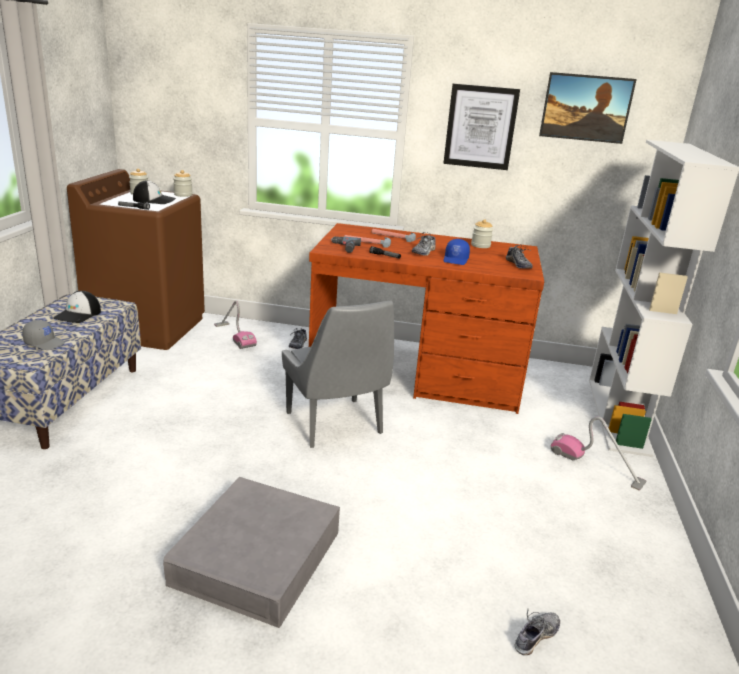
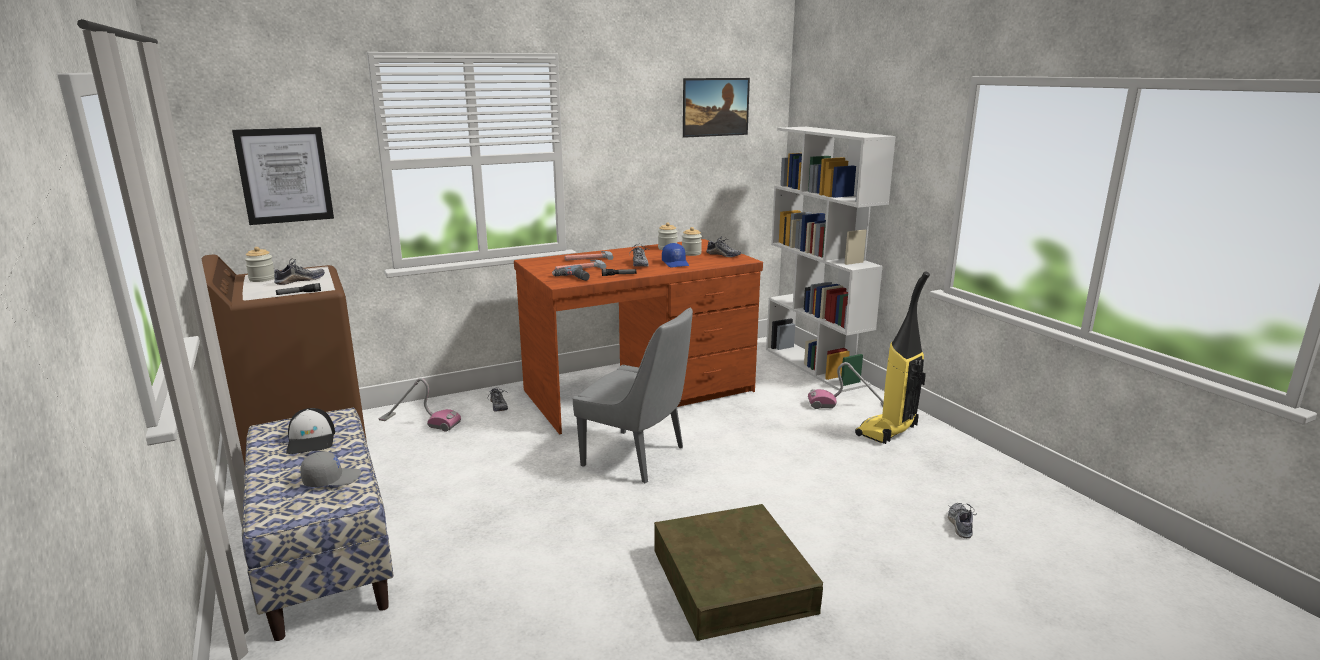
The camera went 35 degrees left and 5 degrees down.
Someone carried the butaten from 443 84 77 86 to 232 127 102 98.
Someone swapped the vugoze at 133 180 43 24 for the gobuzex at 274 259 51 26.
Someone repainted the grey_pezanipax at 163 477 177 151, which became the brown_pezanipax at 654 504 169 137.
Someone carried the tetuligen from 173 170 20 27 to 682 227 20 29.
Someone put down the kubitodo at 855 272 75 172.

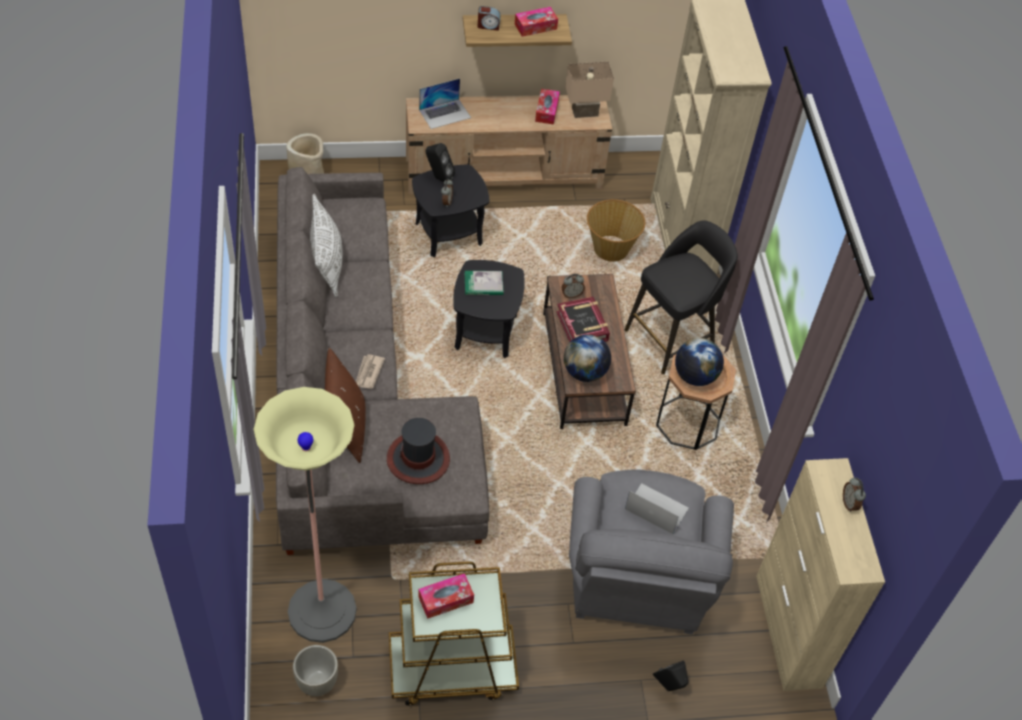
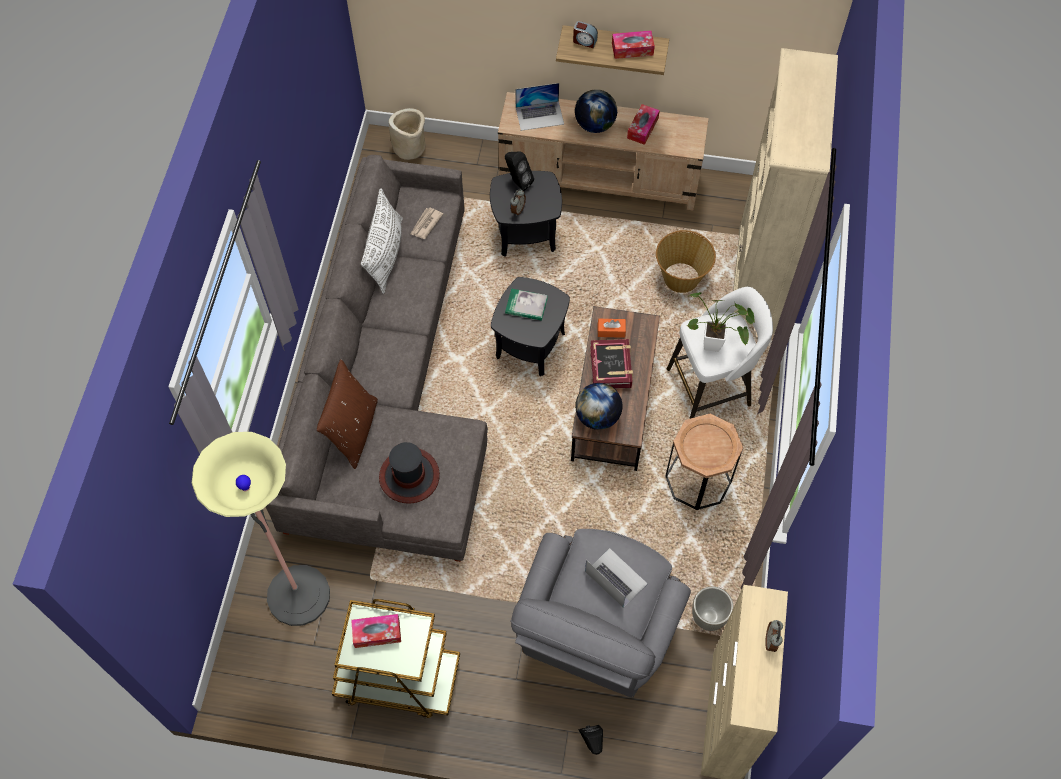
The camera went 20 degrees right and 10 degrees up.
Someone carried the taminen from 356 354 29 35 to 411 207 32 32.
Someone carried the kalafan from 675 338 49 48 to 575 89 42 44.
Someone swapped the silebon at 561 274 24 24 for the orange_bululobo at 598 319 28 19.
Someone repainted the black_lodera at 625 221 113 153, which became the white_lodera at 667 287 106 132.
Someone put down the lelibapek at 687 292 68 60.
Someone carried the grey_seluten from 293 645 45 51 to 692 586 42 45.
Someone took away the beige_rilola at 565 62 49 56.

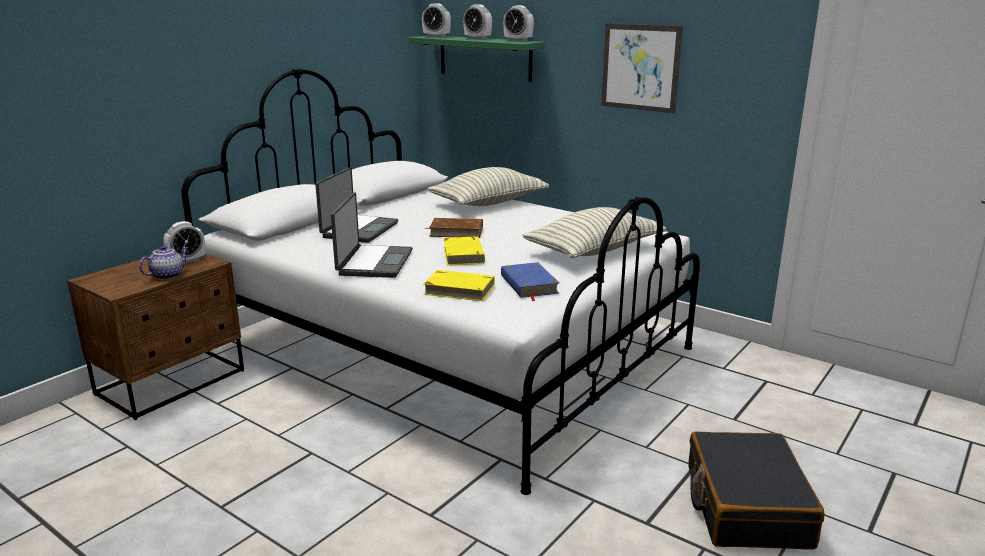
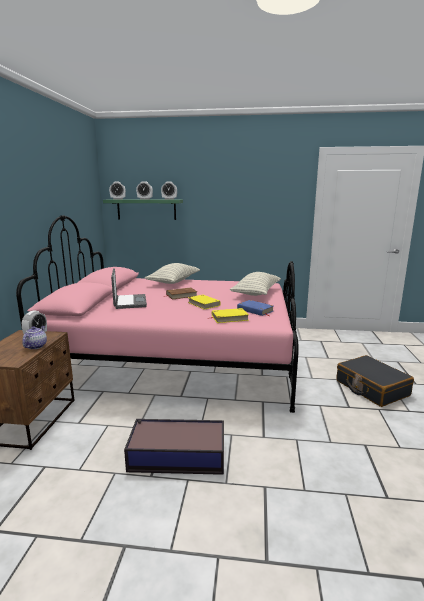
The camera went 30 degrees left and 5 degrees down.
Someone repainted the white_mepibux at 181 68 519 427, which became the pink_mepibux at 16 215 283 198.
Someone put down the pezanipax at 124 419 100 56.
Someone took away the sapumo at 331 192 82 86.
Someone took away the butaten at 601 23 82 91.

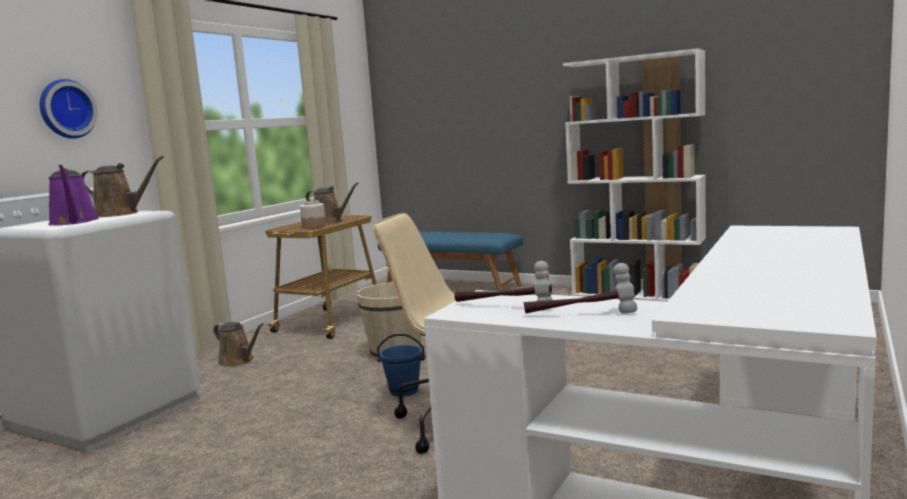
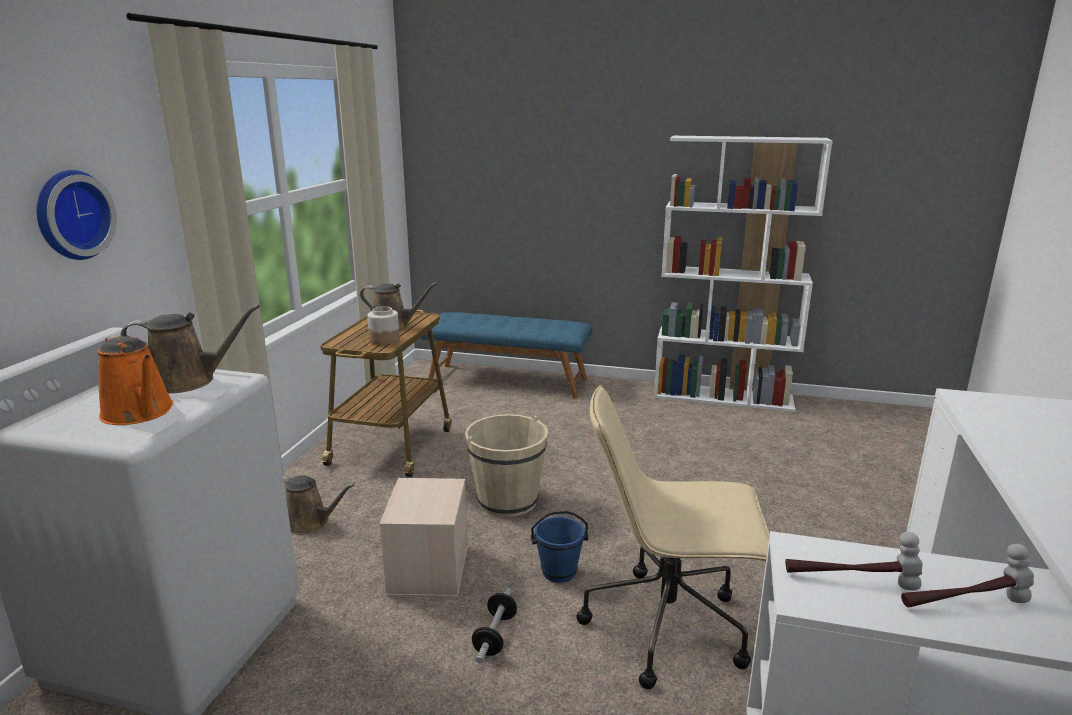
The camera went 15 degrees left and 10 degrees up.
Someone repainted the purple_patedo at 48 165 51 61, which became the orange_patedo at 98 334 76 91.
Someone put down the beige_pezanipax at 379 478 89 120.
Someone put down the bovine at 472 588 45 75.

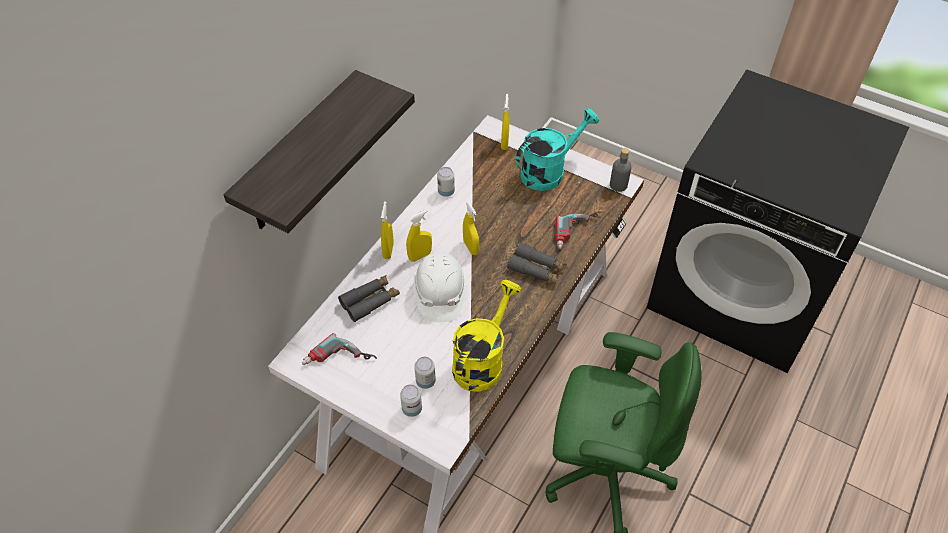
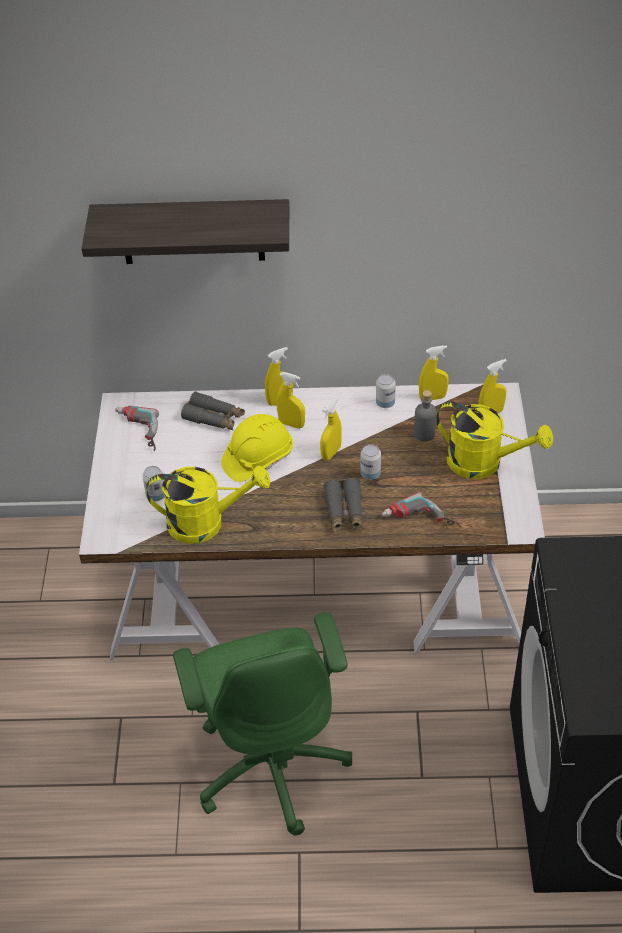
The camera went 60 degrees right and 5 degrees down.
Someone repainted the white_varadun at 413 253 53 69, which became the yellow_varadun at 221 414 72 68.
Someone carried the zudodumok from 400 384 22 33 to 361 444 20 36.
Someone carried the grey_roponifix from 610 148 22 44 to 414 390 23 51.
Someone put down the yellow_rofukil at 419 345 30 55.
Someone repainted the turquoise_patedo at 516 108 83 83, which became the yellow_patedo at 436 401 117 78.

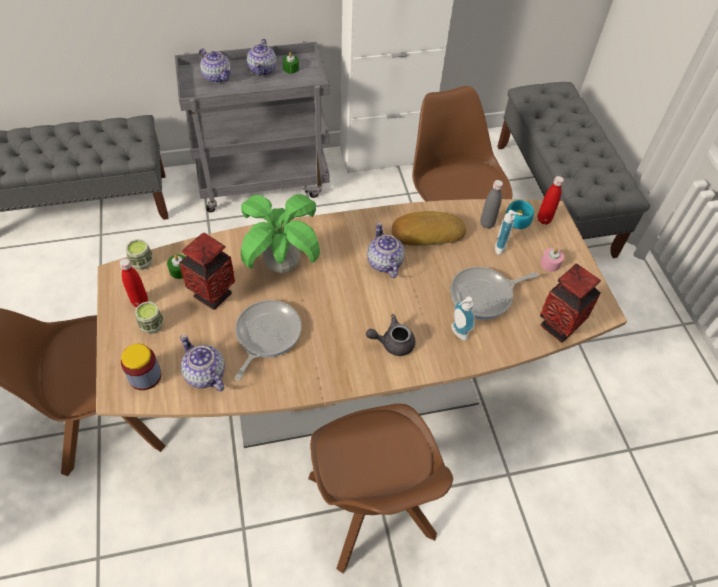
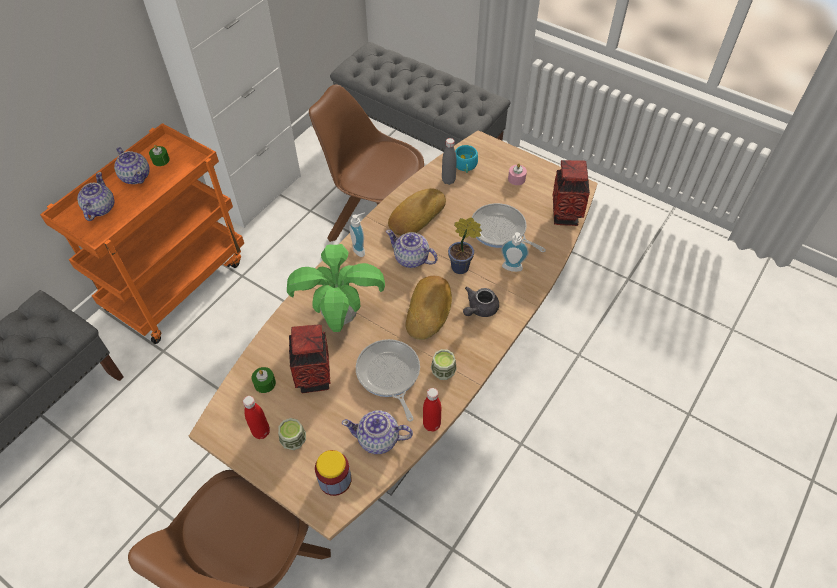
The camera went 40 degrees left and 0 degrees up.
Someone repainted the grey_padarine at 175 41 155 171, which became the orange_padarine at 40 123 204 221.
Someone rotated the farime at 199 48 32 35 by 90 degrees counterclockwise.
Someone carried the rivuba from 495 210 28 45 to 349 213 16 44.
Someone put down the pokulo at 406 276 46 64.
Someone carried the red_roponifix from 537 176 27 48 to 423 388 18 44.
Someone carried the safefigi from 126 239 27 31 to 431 349 26 31.
Someone put down the lelibapek at 448 217 34 57.
Someone rotated the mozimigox at 450 267 89 53 by 105 degrees clockwise.
Someone took away the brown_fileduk at 308 404 145 169.

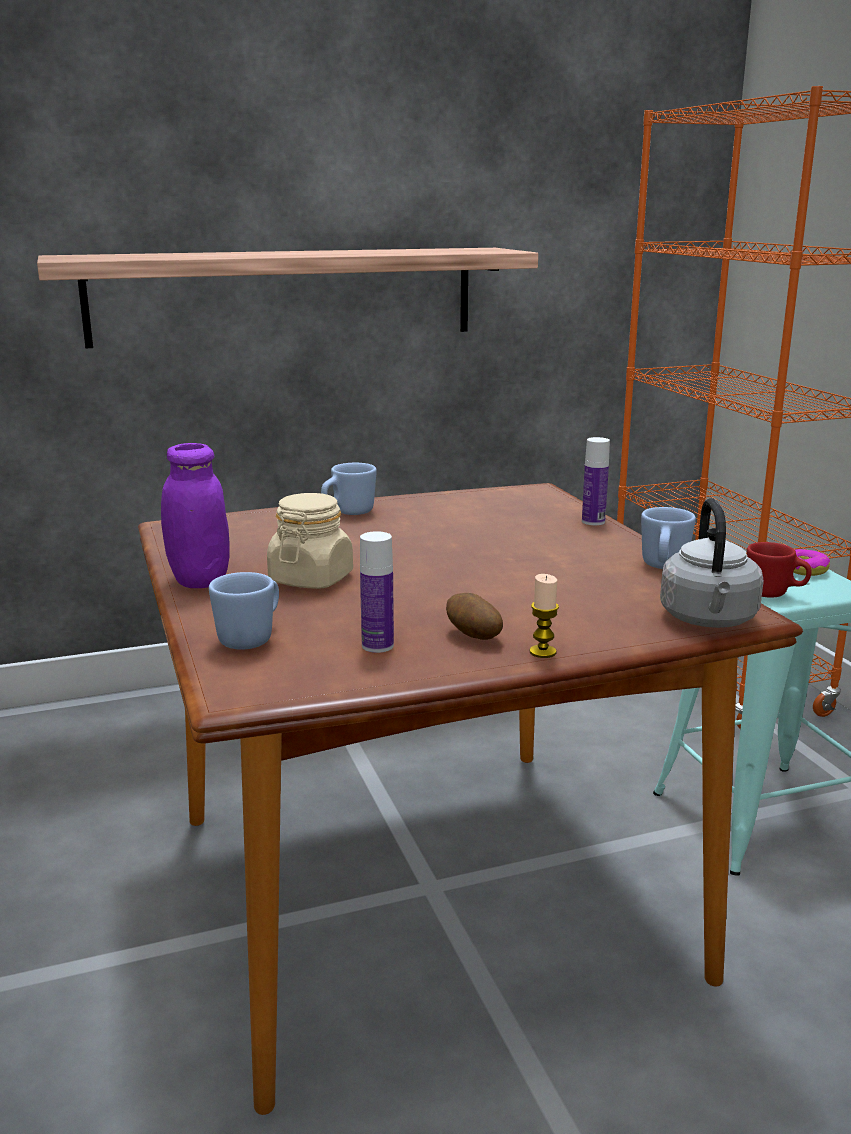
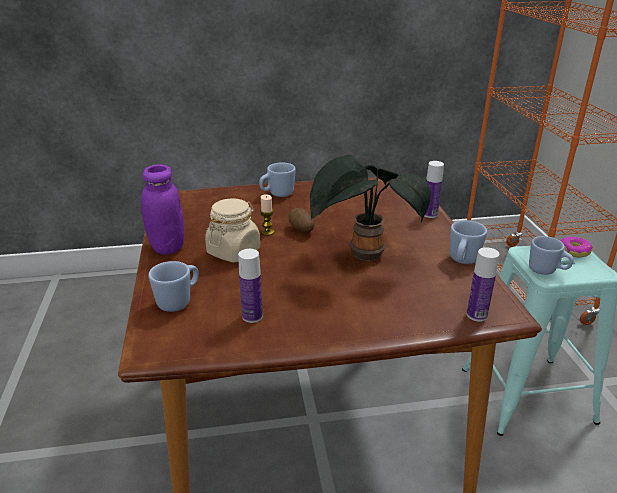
The camera went 10 degrees right and 10 degrees up.
Someone carried the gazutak from 530 574 29 84 to 260 194 14 42.
Someone carried the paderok from 446 593 57 47 to 289 208 25 25.
Someone put down the lelibapek at 310 154 121 107.
Someone swapped the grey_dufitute at 660 498 104 130 for the roponifix at 467 247 33 75.
Someone repainted the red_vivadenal at 747 542 65 56, which became the blue_vivadenal at 529 236 45 39.
Someone took away the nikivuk at 37 248 501 100.

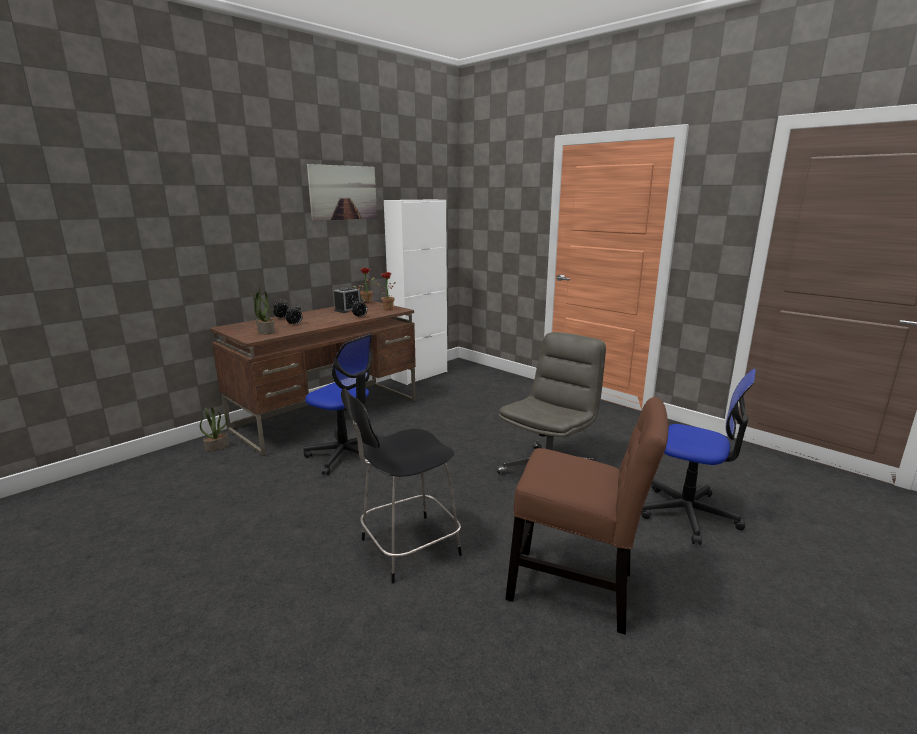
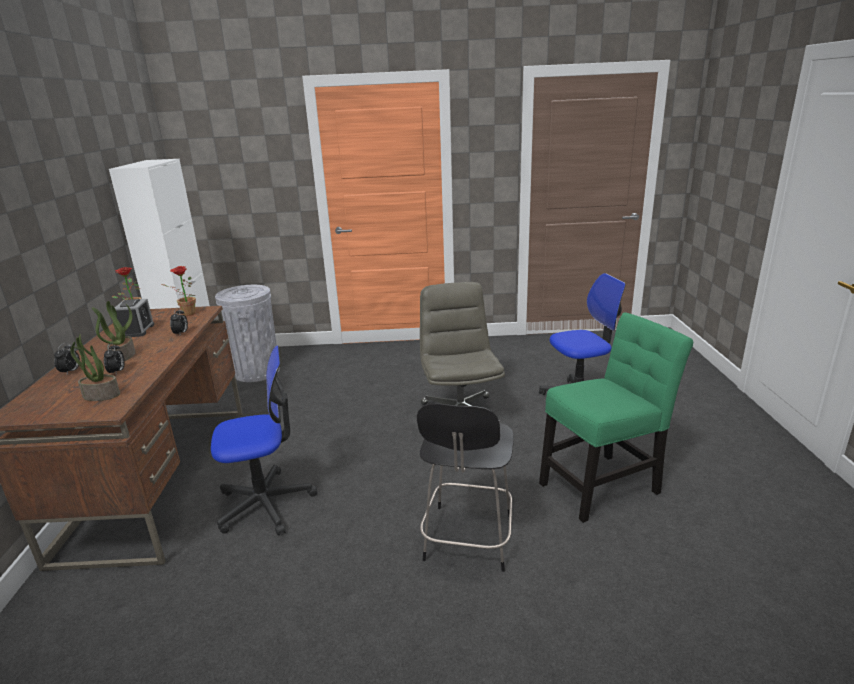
The camera went 45 degrees left and 5 degrees up.
Someone carried the lelibapek from 200 407 29 45 to 92 301 44 60.
Someone put down the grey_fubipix at 215 285 65 97.
Someone repainted the brown_fileduk at 505 397 164 238, which became the green_fileduk at 539 312 154 211.
Someone took away the butaten at 307 164 70 57.

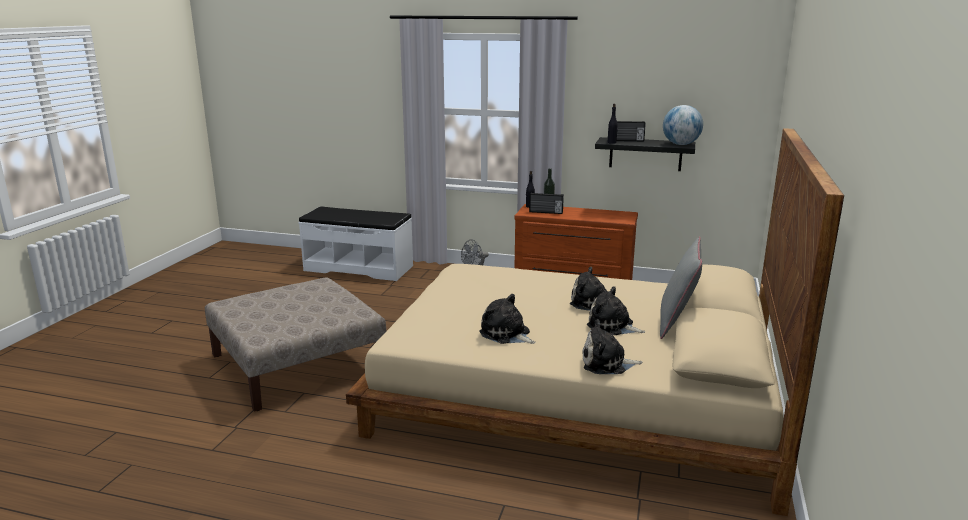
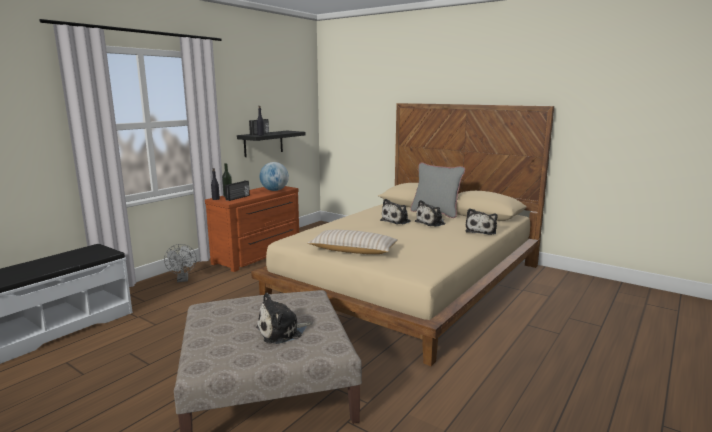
The camera went 70 degrees left and 5 degrees down.
Someone carried the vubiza from 479 294 57 50 to 256 293 56 51.
Someone carried the kalafan from 663 105 40 40 to 259 162 30 29.
Someone put down the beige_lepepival at 308 230 89 24.

